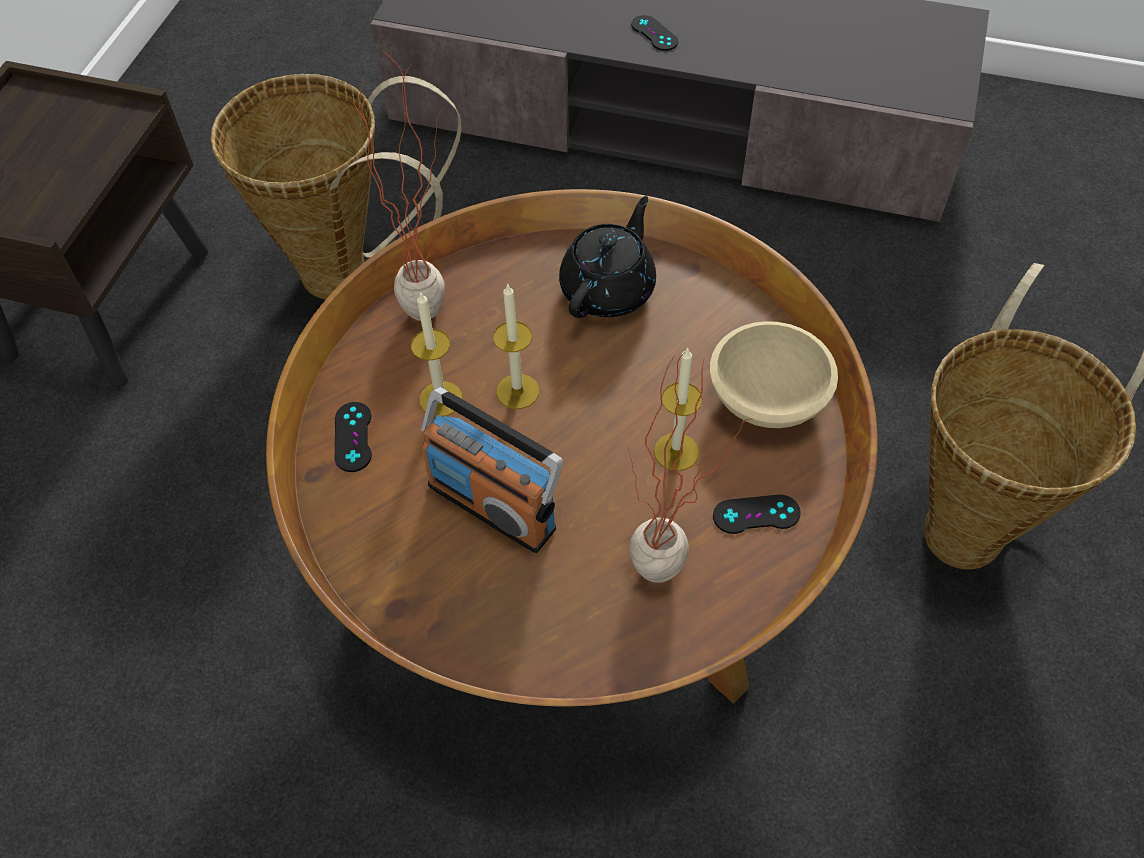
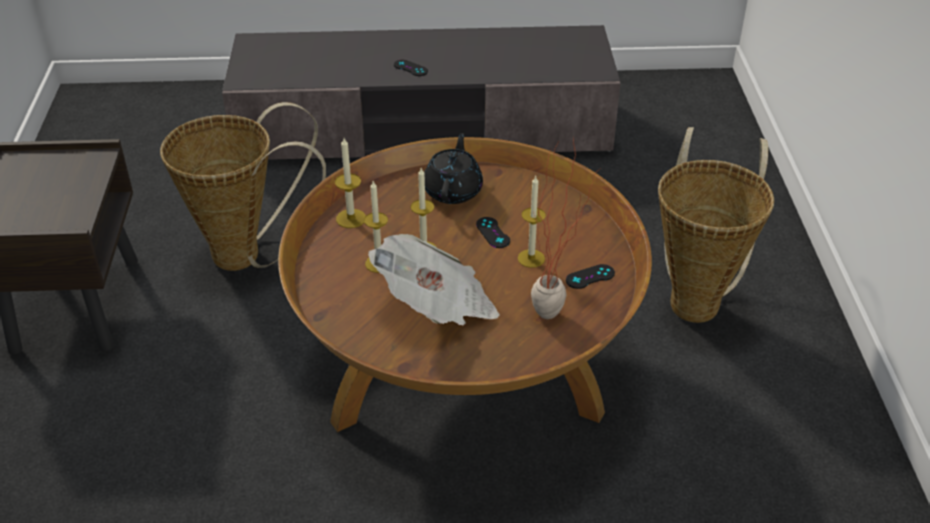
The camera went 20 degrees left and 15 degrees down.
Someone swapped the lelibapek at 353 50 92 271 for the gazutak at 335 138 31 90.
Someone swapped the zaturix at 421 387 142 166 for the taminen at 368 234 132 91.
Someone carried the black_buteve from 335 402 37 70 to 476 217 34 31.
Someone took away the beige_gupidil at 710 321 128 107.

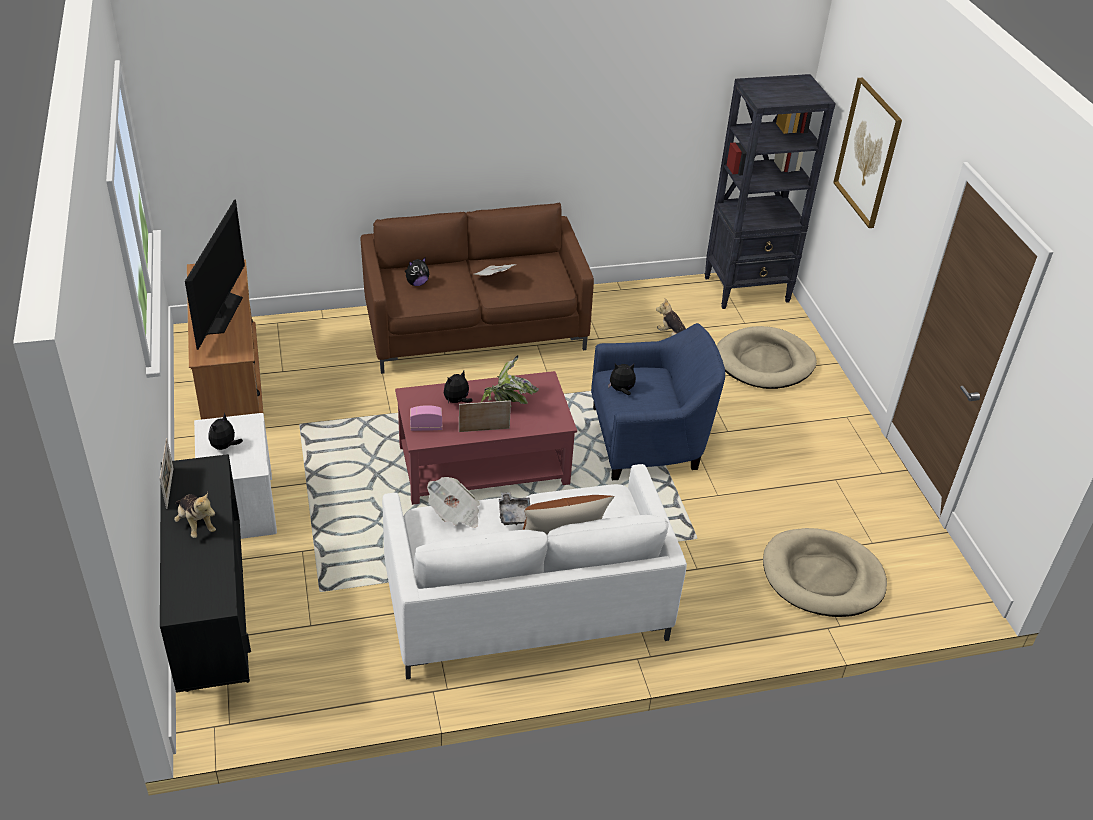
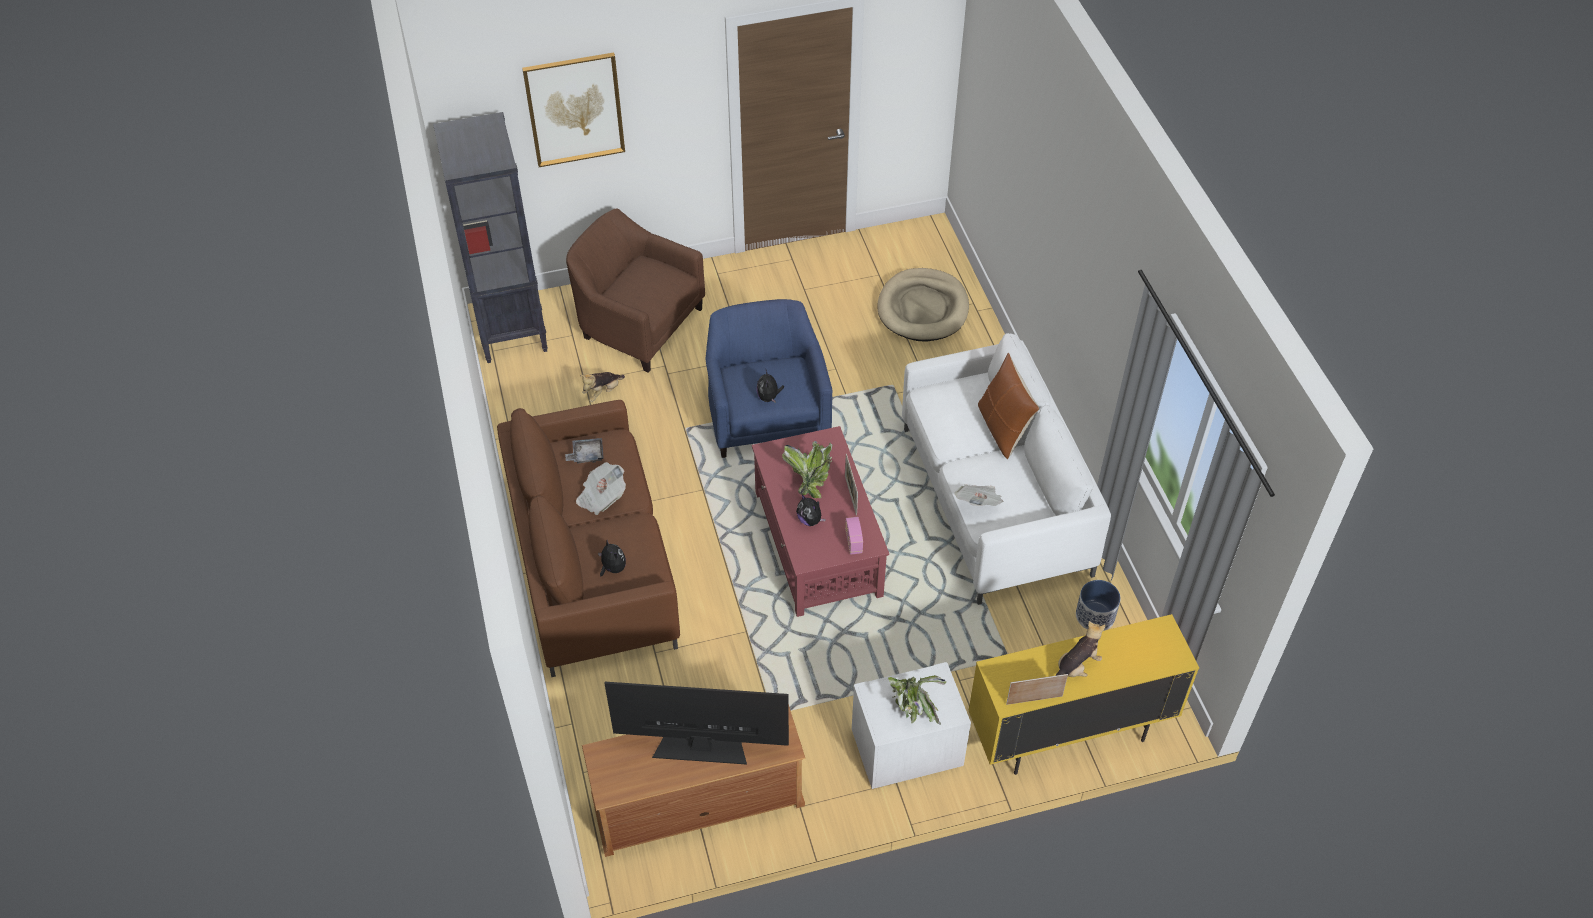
The camera went 90 degrees left and 10 degrees up.
Someone carried the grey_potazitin from 499 492 31 33 to 565 438 39 26.
Someone swapped the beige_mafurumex at 717 326 100 63 for the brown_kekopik at 566 208 139 165.
Someone swapped the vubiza at 209 413 34 37 for the lelibapek at 888 675 58 50.
Someone repainted the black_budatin at 160 454 91 239, which became the yellow_budatin at 968 614 231 161.
Someone put down the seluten at 1076 580 45 51.

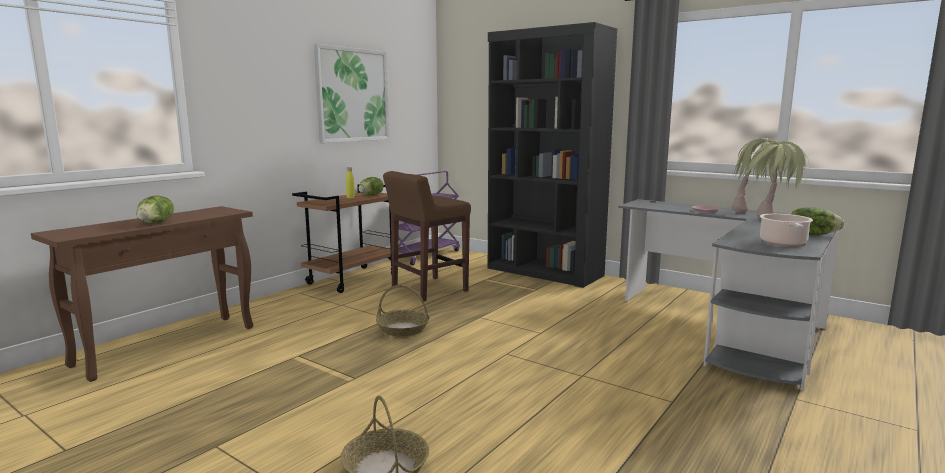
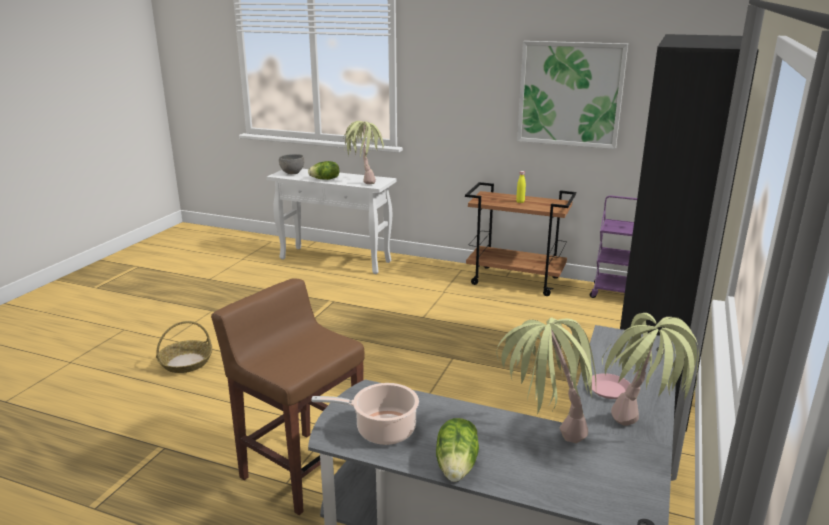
The camera went 75 degrees right and 10 degrees up.
Someone carried the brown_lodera from 383 171 88 131 to 211 278 154 237.
Someone repainted the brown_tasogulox at 31 206 222 176, which became the white_tasogulox at 267 169 130 105.
Someone put down the grey_gupidil at 279 154 25 20.
Someone put down the lelibapek at 343 121 41 63.
Someone took away the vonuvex at 358 177 25 19.
Someone took away the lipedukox at 376 285 54 51.

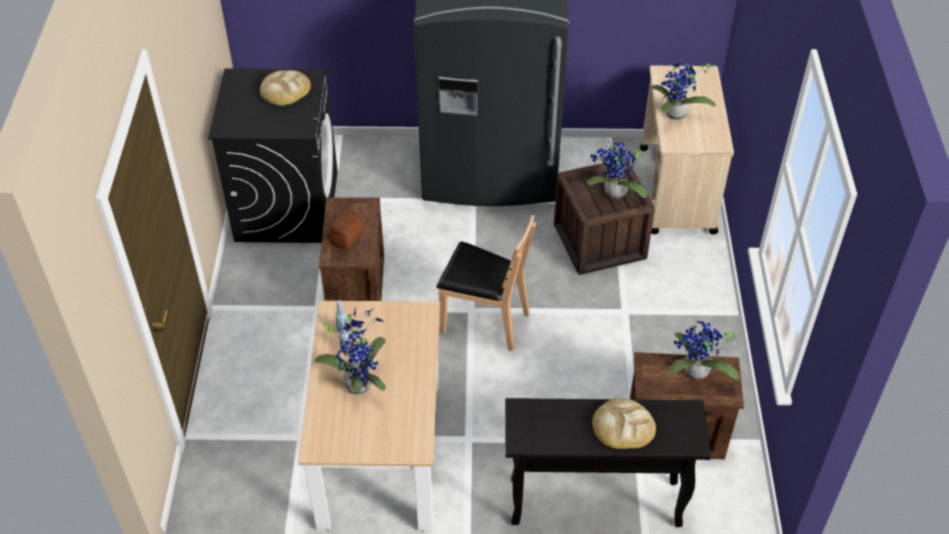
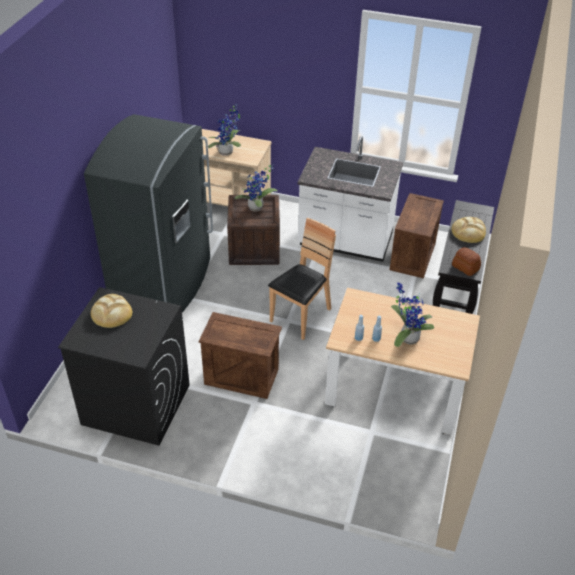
The camera went 75 degrees left and 5 degrees down.
Someone put down the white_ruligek at 298 136 105 126.
Someone carried the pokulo from 328 210 37 40 to 452 247 29 29.
Someone took away the lelibapek at 669 321 70 59.

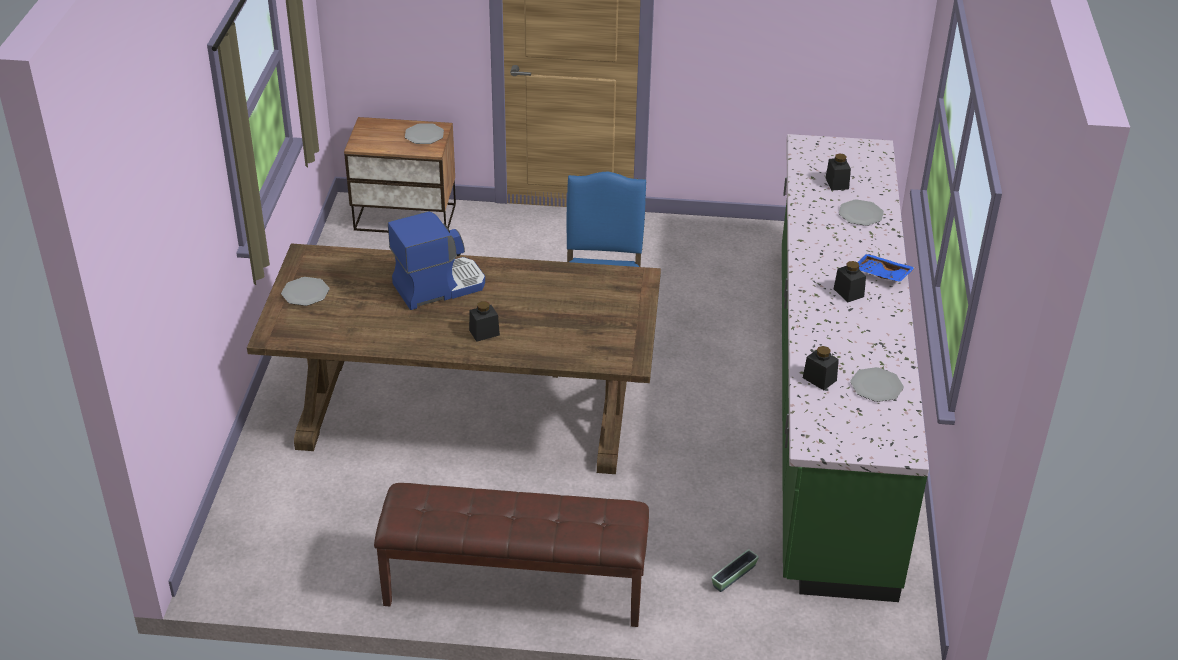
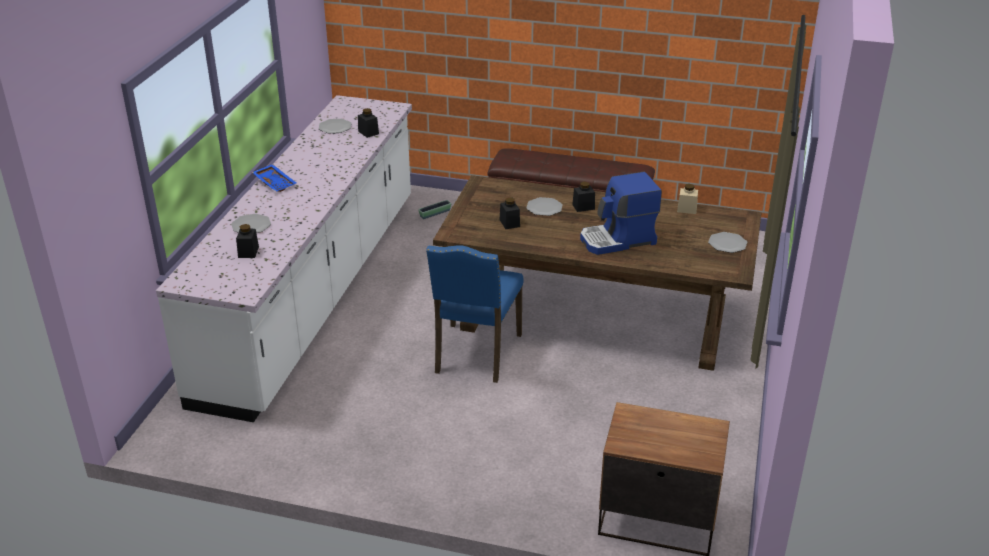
The camera went 170 degrees left and 5 degrees down.
Someone repainted the green_ruligek at 782 134 147 468, which became the white_ruligek at 156 95 256 327.
Someone carried the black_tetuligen from 834 261 32 41 to 500 197 20 32.
Someone carried the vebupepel from 405 123 39 21 to 526 197 37 19.
Someone put down the beige_tetuligen at 677 184 21 30.

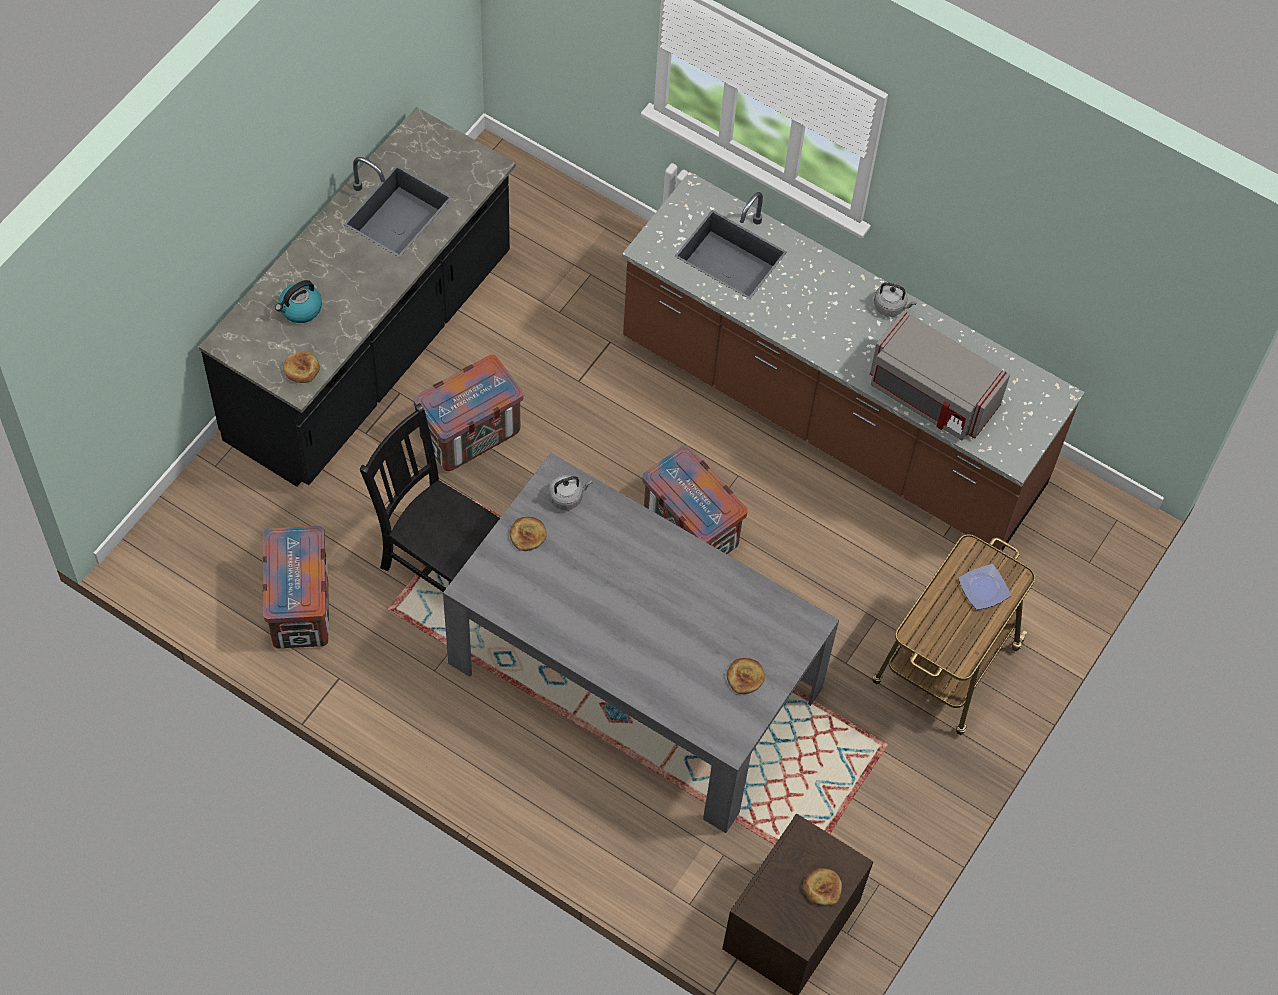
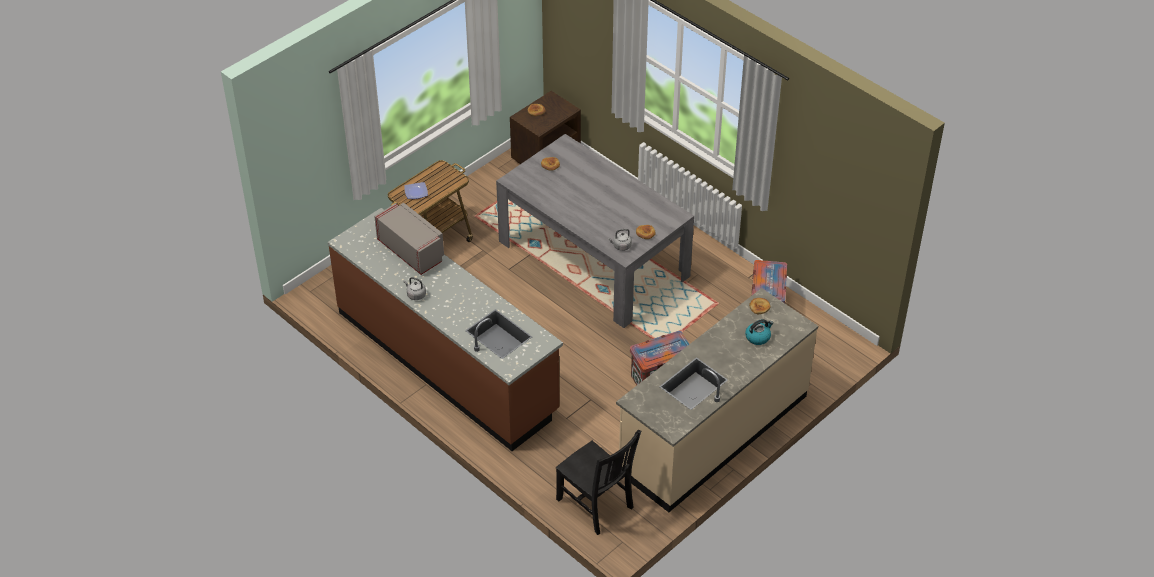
The camera went 165 degrees left and 15 degrees down.
Someone carried the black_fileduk from 360 403 140 189 to 556 430 85 105.
Someone repainted the black_ruligek at 199 107 317 380, which became the beige_ruligek at 616 288 202 224.
Someone took away the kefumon at 642 445 106 109.

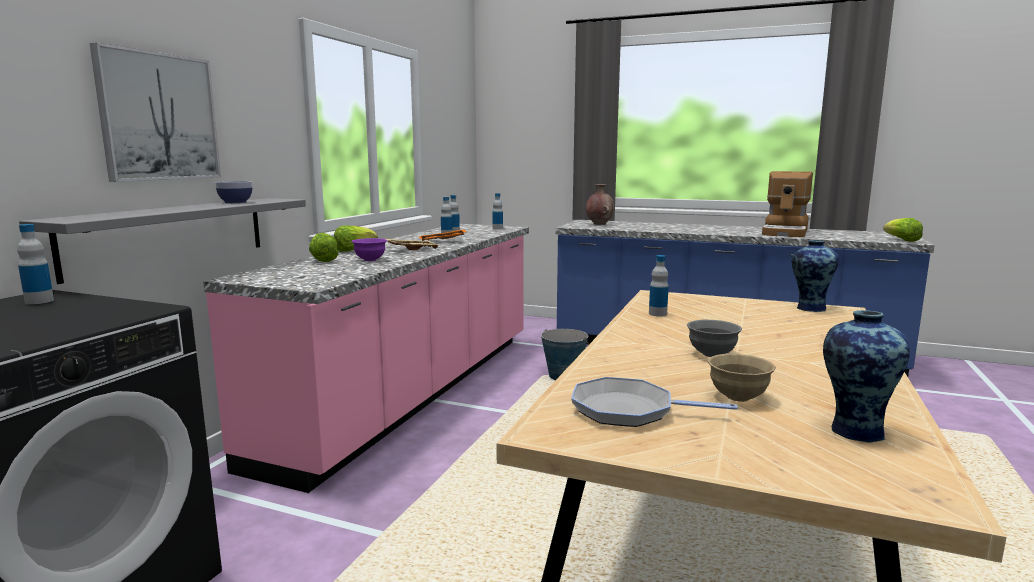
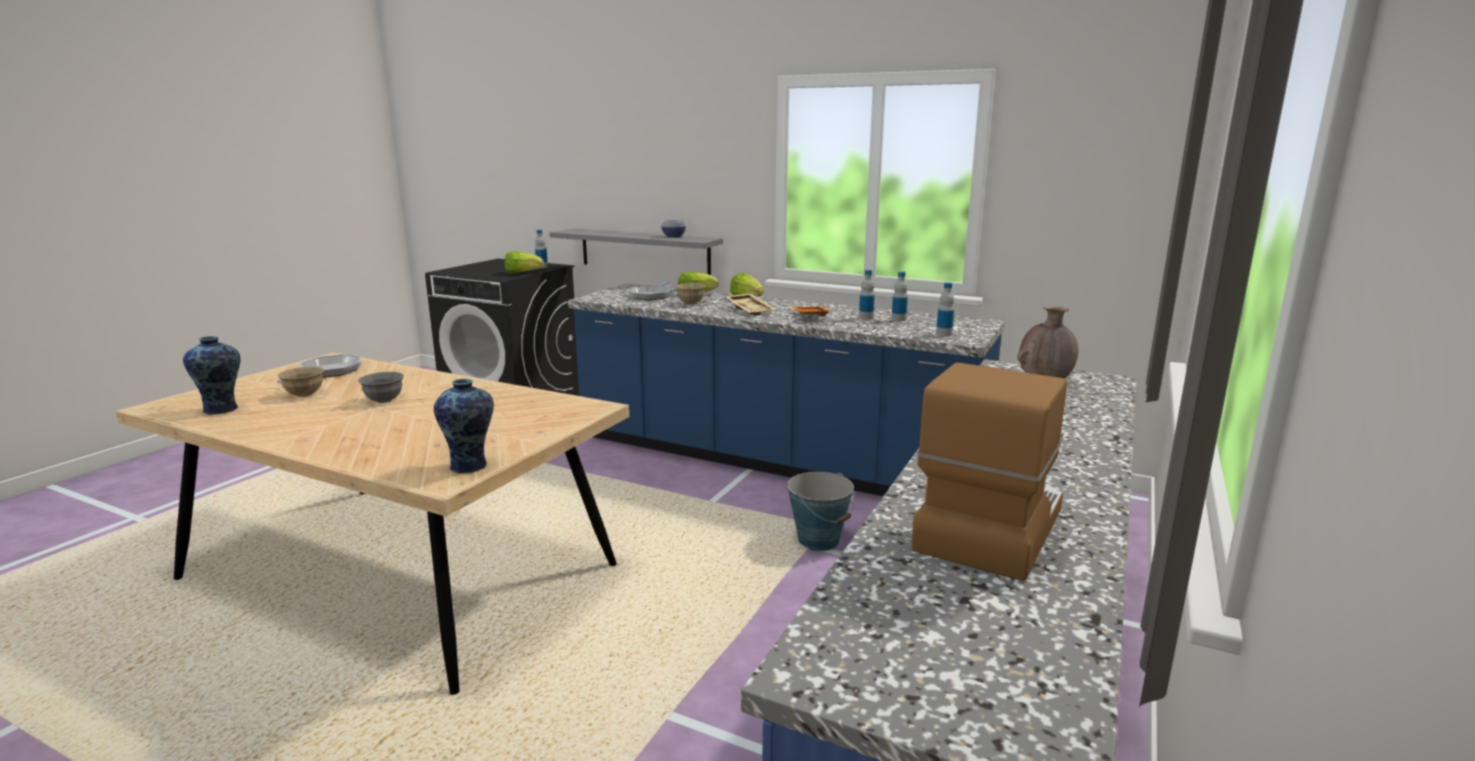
The camera went 95 degrees right and 5 degrees up.
Someone carried the vonuvex from 883 218 40 24 to 504 251 40 23.
Someone repainted the pink_ruligek at 203 224 326 269, which became the blue_ruligek at 568 283 437 213.
Someone put down the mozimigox at 627 281 46 19.
Someone repainted the purple_gupidil at 352 238 35 23, which became the beige_gupidil at 675 283 31 22.
Someone rotated the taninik at 762 171 51 66 by 90 degrees clockwise.
Someone took away the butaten at 90 42 131 140.
Someone took away the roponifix at 649 255 20 62.

